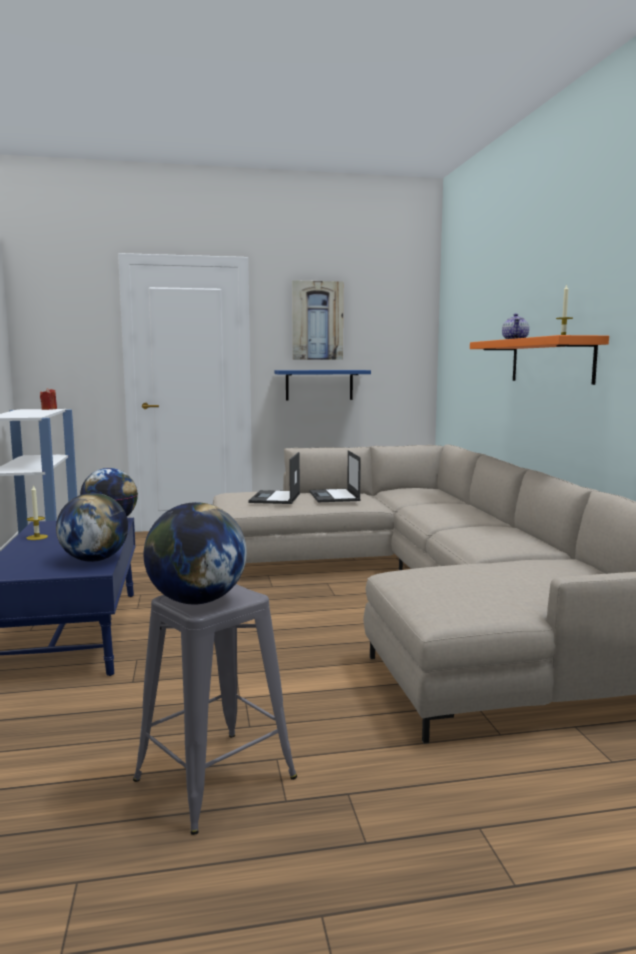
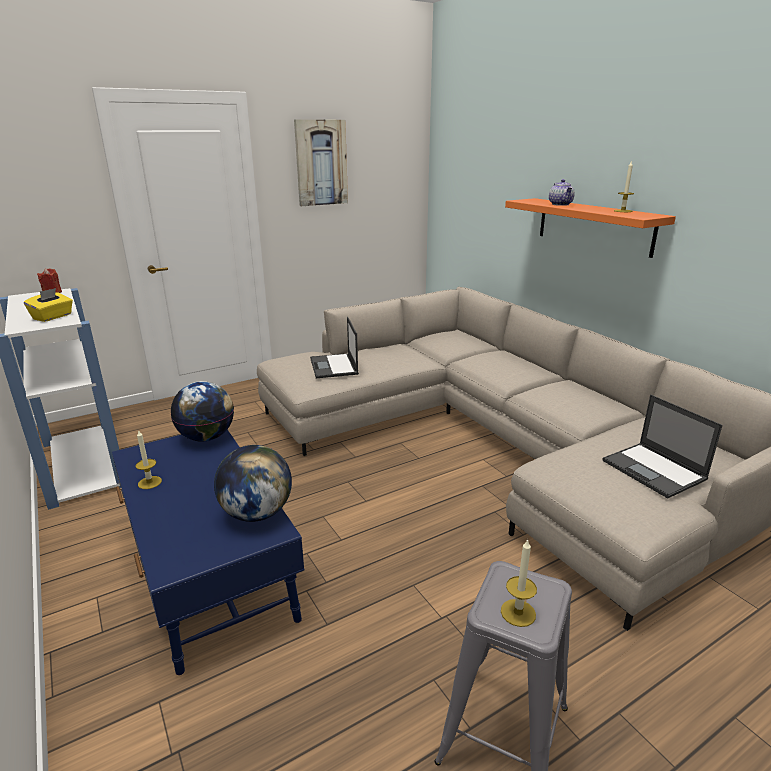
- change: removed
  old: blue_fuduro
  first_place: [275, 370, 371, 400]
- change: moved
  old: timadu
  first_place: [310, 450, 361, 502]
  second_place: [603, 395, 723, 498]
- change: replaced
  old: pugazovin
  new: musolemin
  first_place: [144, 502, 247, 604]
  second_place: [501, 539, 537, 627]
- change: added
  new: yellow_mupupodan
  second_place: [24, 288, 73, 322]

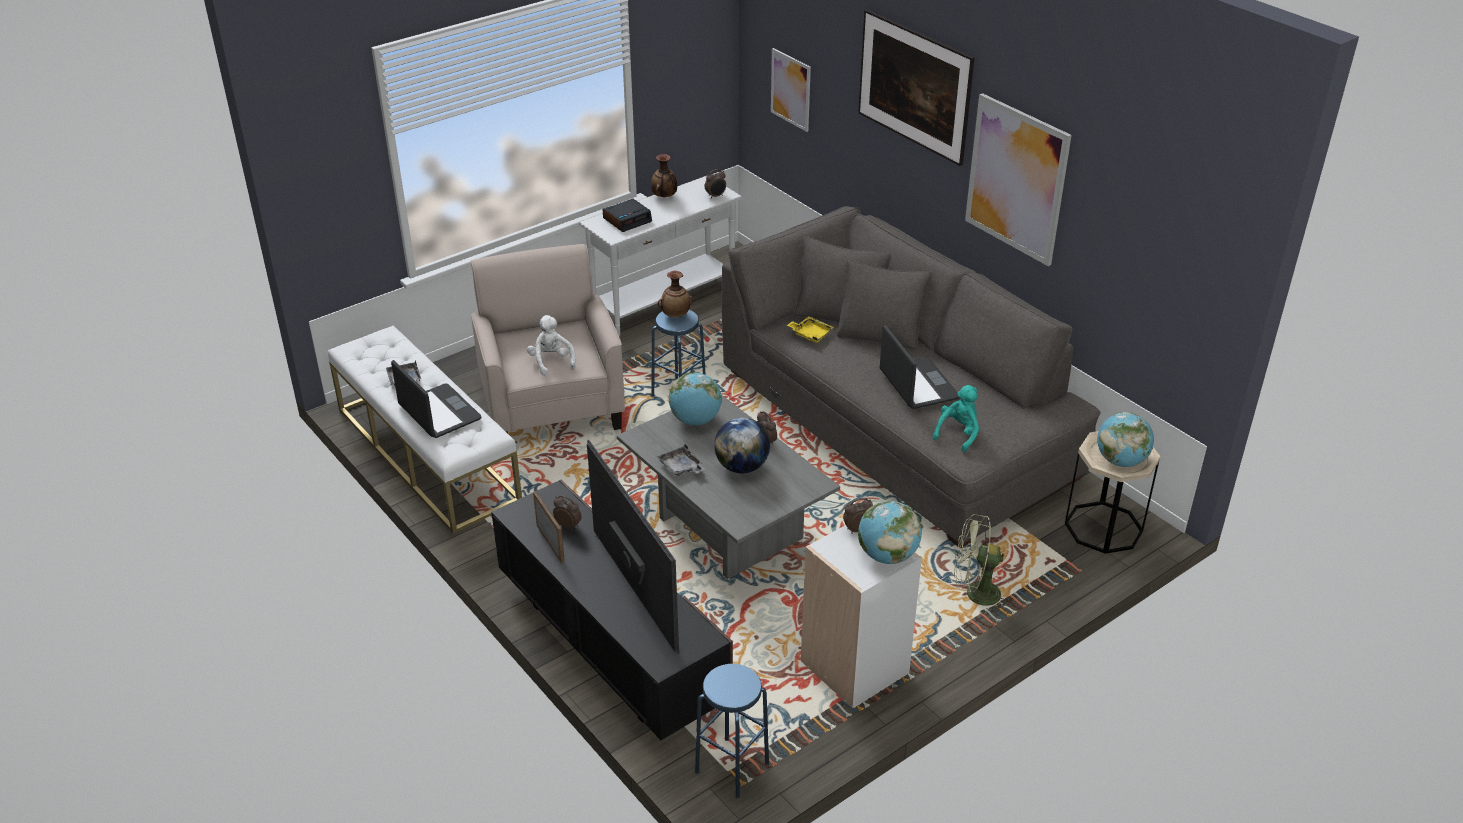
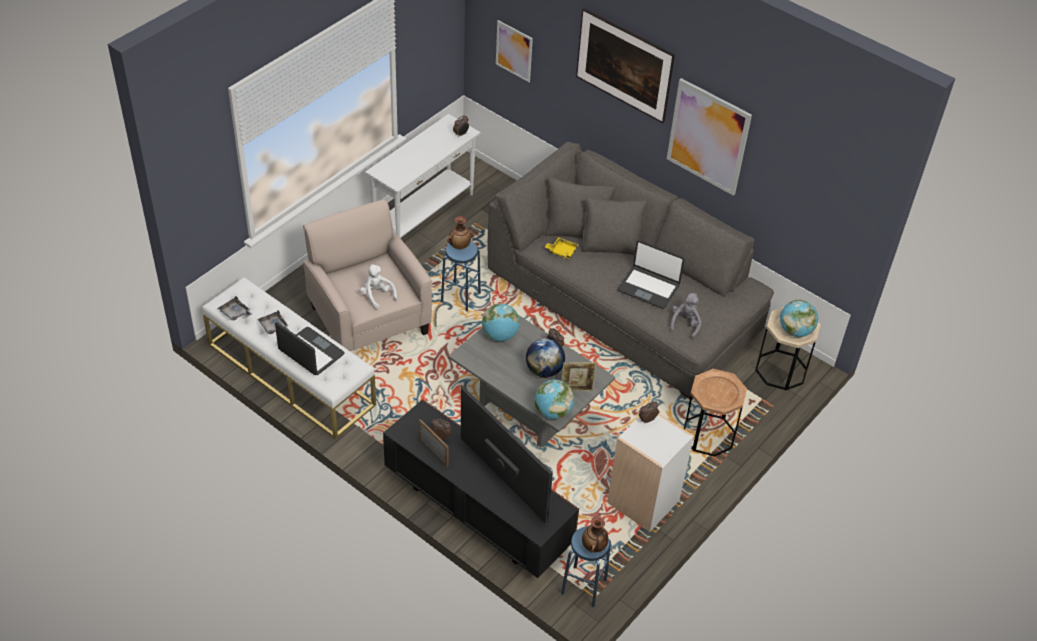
- change: moved
  old: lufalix
  first_place: [651, 154, 677, 197]
  second_place: [582, 516, 608, 552]
- change: removed
  old: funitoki
  first_place: [603, 199, 652, 232]
- change: turned
  old: timadu
  first_place: [880, 325, 959, 409]
  second_place: [618, 240, 684, 309]
  degrees: 150
- change: recoloured
  old: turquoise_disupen
  new: grey_disupen
  first_place: [933, 385, 979, 452]
  second_place: [669, 293, 702, 339]
- change: moved
  old: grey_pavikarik
  first_place: [657, 444, 705, 476]
  second_place: [218, 296, 252, 321]
- change: moved
  old: pugazovin
  first_place: [858, 501, 922, 564]
  second_place: [535, 379, 574, 419]
- change: replaced
  old: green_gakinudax
  new: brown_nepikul
  first_place: [954, 514, 1012, 614]
  second_place: [684, 369, 747, 457]
- change: added
  new: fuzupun
  second_place: [561, 362, 597, 391]

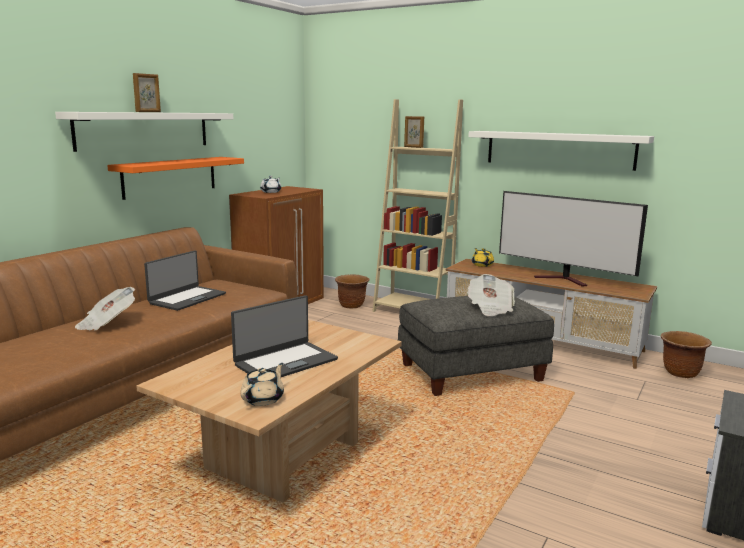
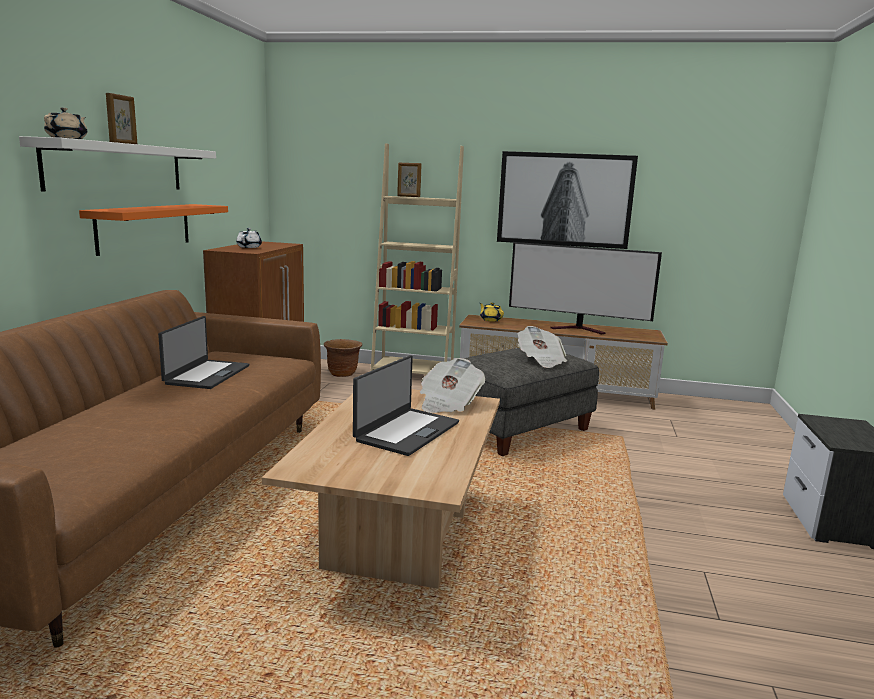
- change: replaced
  old: white_fuduro
  new: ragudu
  first_place: [468, 131, 654, 171]
  second_place: [497, 151, 638, 249]
- change: moved
  old: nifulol
  first_place: [75, 287, 135, 331]
  second_place: [419, 358, 485, 413]
- change: removed
  old: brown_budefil
  first_place: [661, 331, 712, 378]
- change: moved
  old: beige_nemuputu
  first_place: [241, 363, 284, 406]
  second_place: [44, 108, 87, 139]

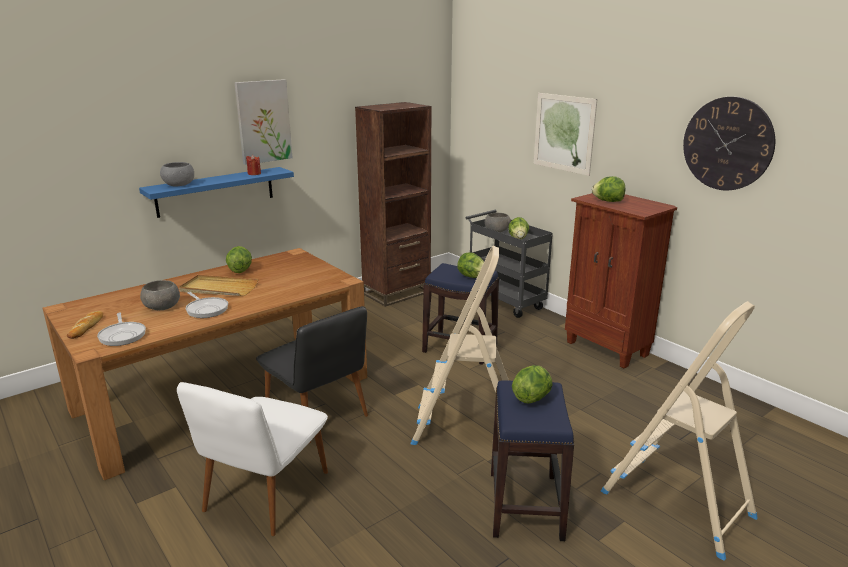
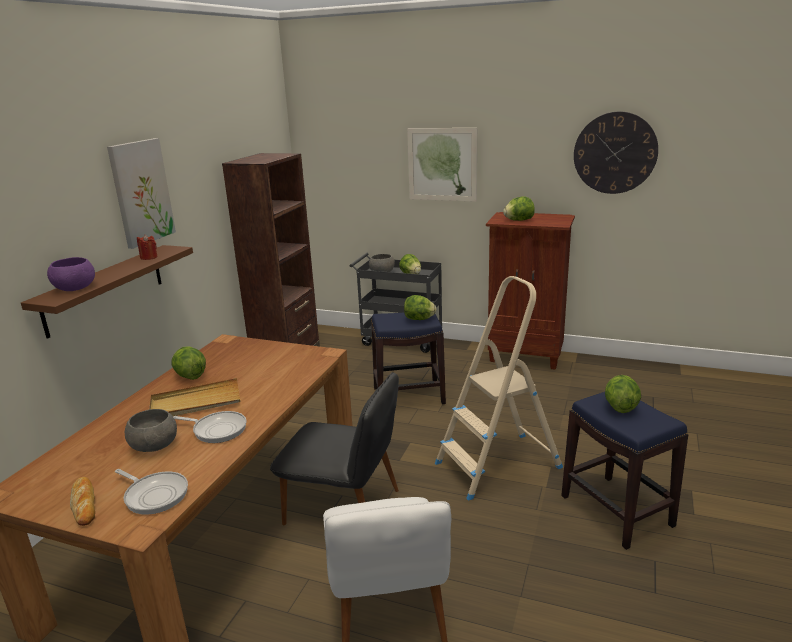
- change: recoloured
  old: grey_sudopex
  new: purple_sudopex
  first_place: [160, 162, 194, 187]
  second_place: [47, 257, 95, 291]
- change: recoloured
  old: blue_fuduro
  new: brown_fuduro
  first_place: [139, 167, 294, 218]
  second_place: [21, 245, 193, 339]
- change: removed
  old: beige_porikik
  first_place: [601, 301, 758, 561]

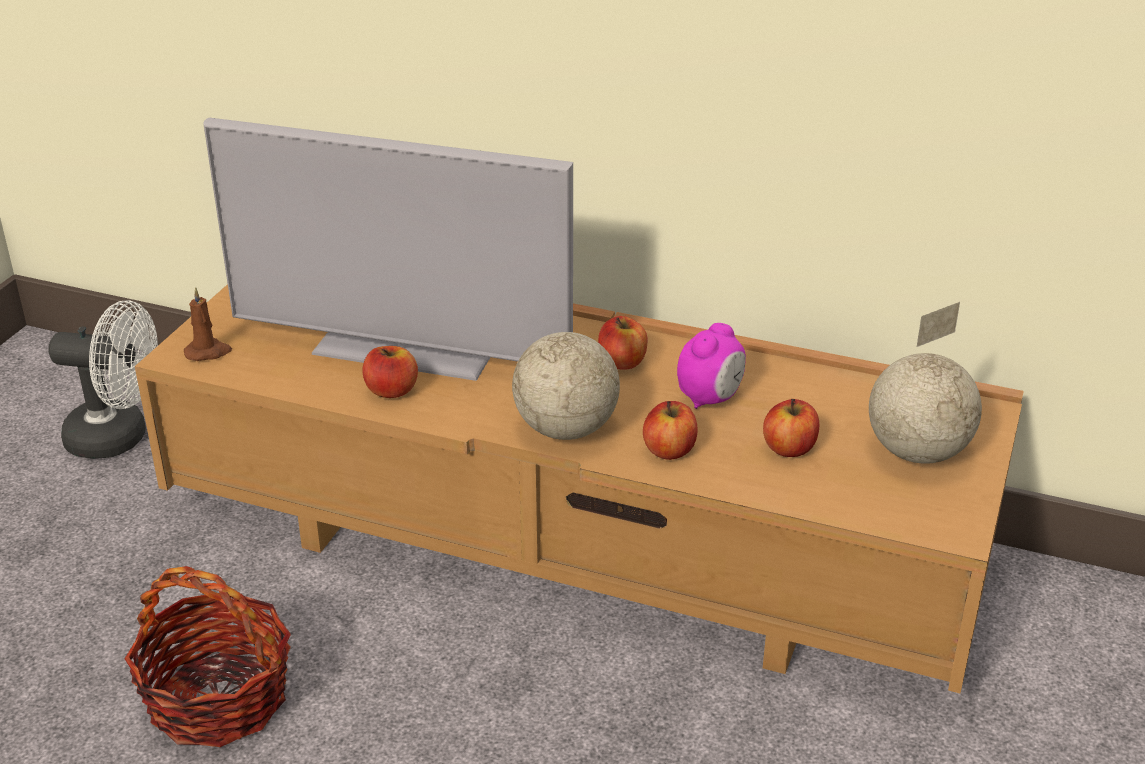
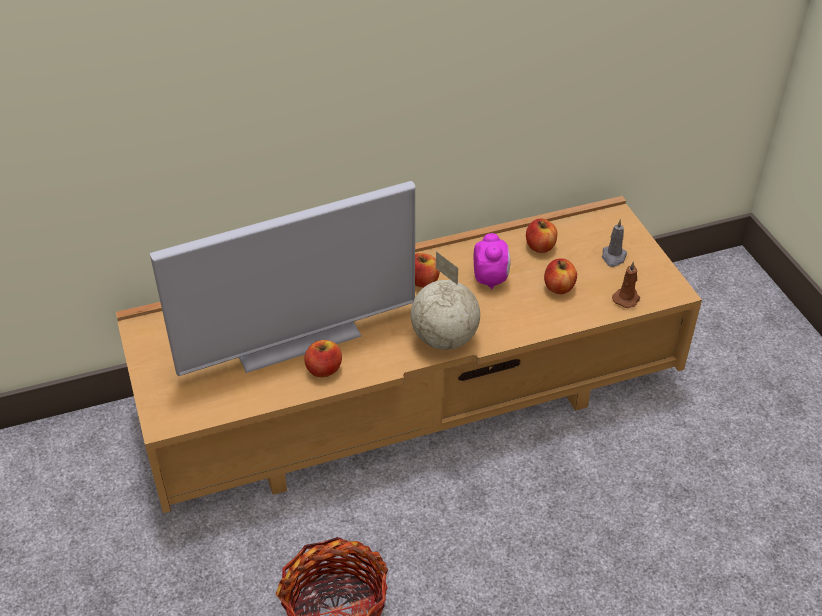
- change: moved
  old: brown_musolemin
  first_place: [184, 287, 232, 361]
  second_place: [612, 261, 640, 308]
- change: removed
  old: white_gakinudax
  first_place: [48, 300, 158, 459]
- change: replaced
  old: pugazovin
  new: grey_musolemin
  first_place: [869, 302, 982, 464]
  second_place: [602, 219, 627, 267]
- change: moved
  old: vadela
  first_place: [643, 401, 698, 460]
  second_place: [526, 218, 557, 253]

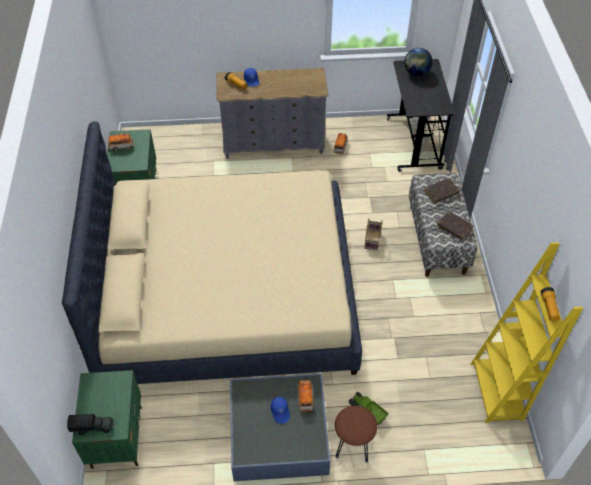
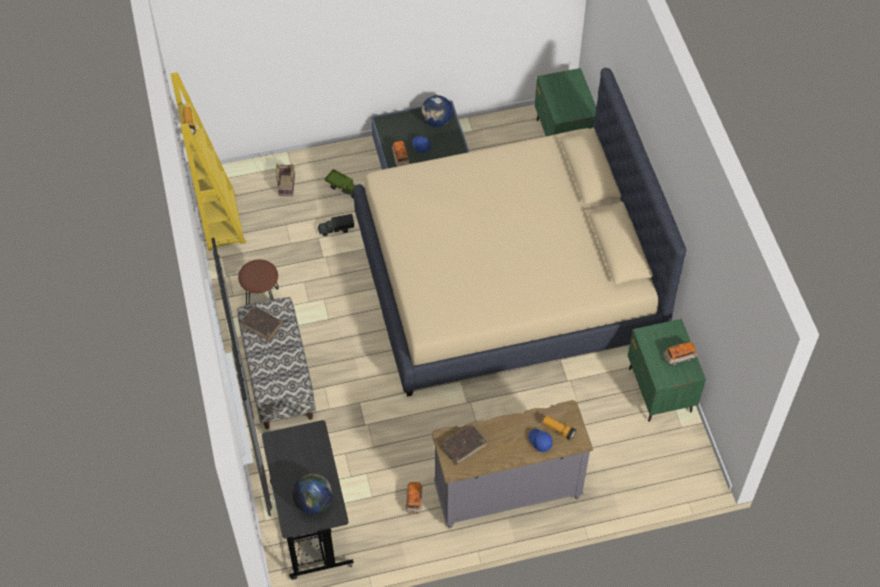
- change: moved
  old: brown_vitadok
  first_place: [424, 178, 460, 203]
  second_place: [441, 424, 487, 465]
- change: moved
  old: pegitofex
  first_place: [365, 219, 383, 250]
  second_place: [276, 163, 295, 196]
- change: moved
  old: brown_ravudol
  first_place: [335, 406, 377, 463]
  second_place: [238, 260, 279, 305]
- change: moved
  old: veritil
  first_place: [67, 414, 114, 435]
  second_place: [318, 214, 354, 236]
- change: added
  new: pugazovin
  second_place: [421, 95, 453, 127]

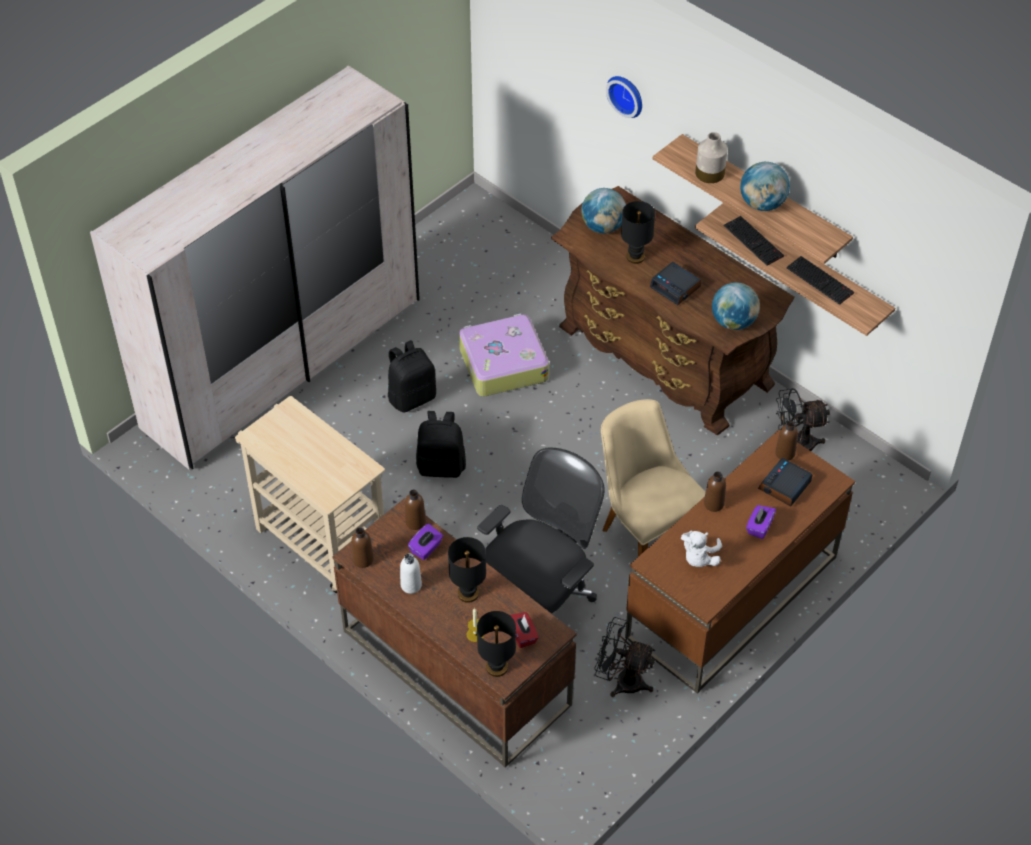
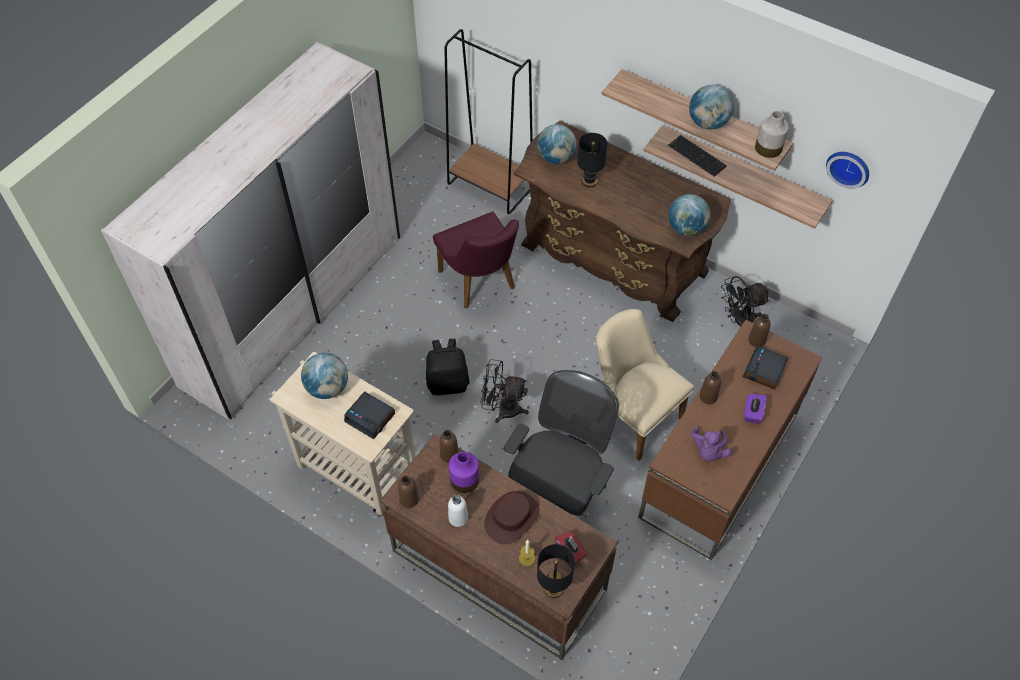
- change: moved
  old: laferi
  first_place: [606, 76, 642, 118]
  second_place: [826, 152, 869, 189]
- change: moved
  old: beige_lufalix
  first_place: [695, 132, 728, 183]
  second_place: [755, 111, 789, 158]
- change: removed
  old: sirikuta
  first_place: [786, 256, 854, 305]
- change: moved
  old: funitoki
  first_place: [650, 262, 701, 305]
  second_place: [344, 391, 395, 439]
- change: replaced
  old: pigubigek
  new: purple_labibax
  first_place: [459, 314, 549, 397]
  second_place: [433, 212, 519, 309]
- change: removed
  old: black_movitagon
  first_place: [388, 340, 436, 412]
- change: replaced
  old: purple_mupupodan
  new: purple_lufalix
  first_place: [408, 524, 443, 560]
  second_place: [449, 452, 479, 493]
- change: recoloured
  old: white_disupen
  new: purple_disupen
  first_place: [681, 530, 722, 567]
  second_place: [691, 426, 731, 461]
- change: replaced
  old: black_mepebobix
  new: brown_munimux
  first_place: [448, 537, 486, 603]
  second_place: [484, 491, 540, 544]
- change: moved
  old: black_gakinudax
  first_place: [594, 617, 655, 697]
  second_place: [480, 359, 529, 423]
- change: added
  new: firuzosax
  second_place: [444, 29, 533, 214]
- change: added
  new: pugazovin
  second_place: [301, 353, 348, 399]

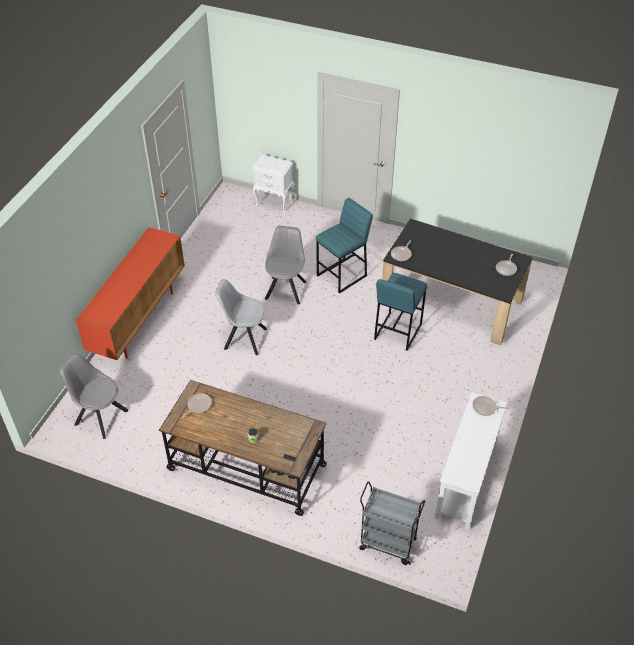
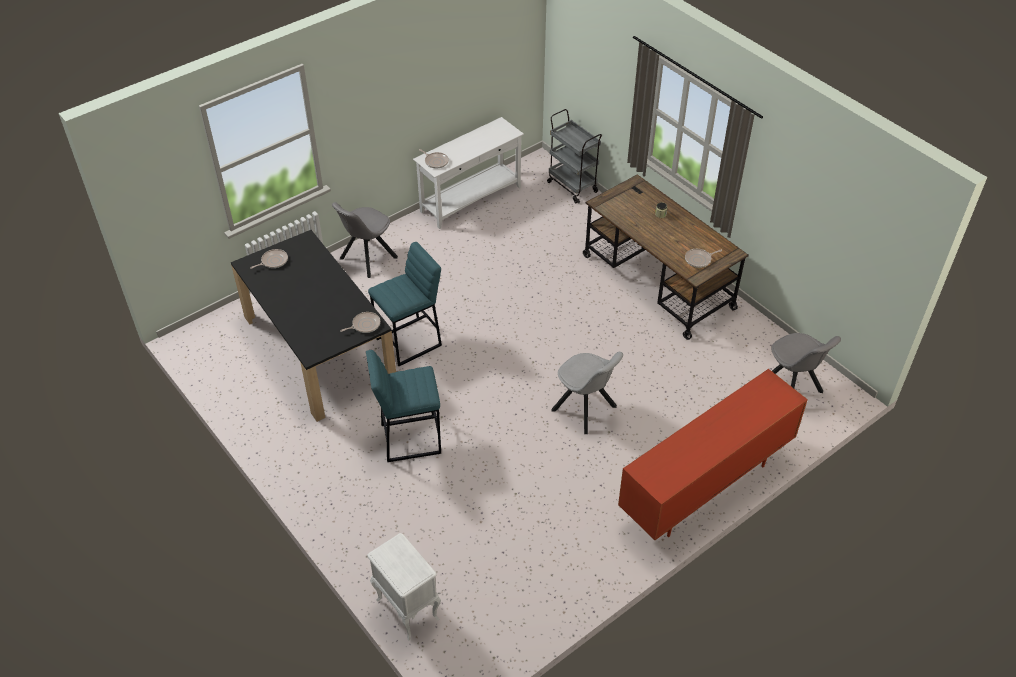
- change: moved
  old: grey_labibax
  first_place: [265, 226, 307, 305]
  second_place: [332, 202, 398, 278]

